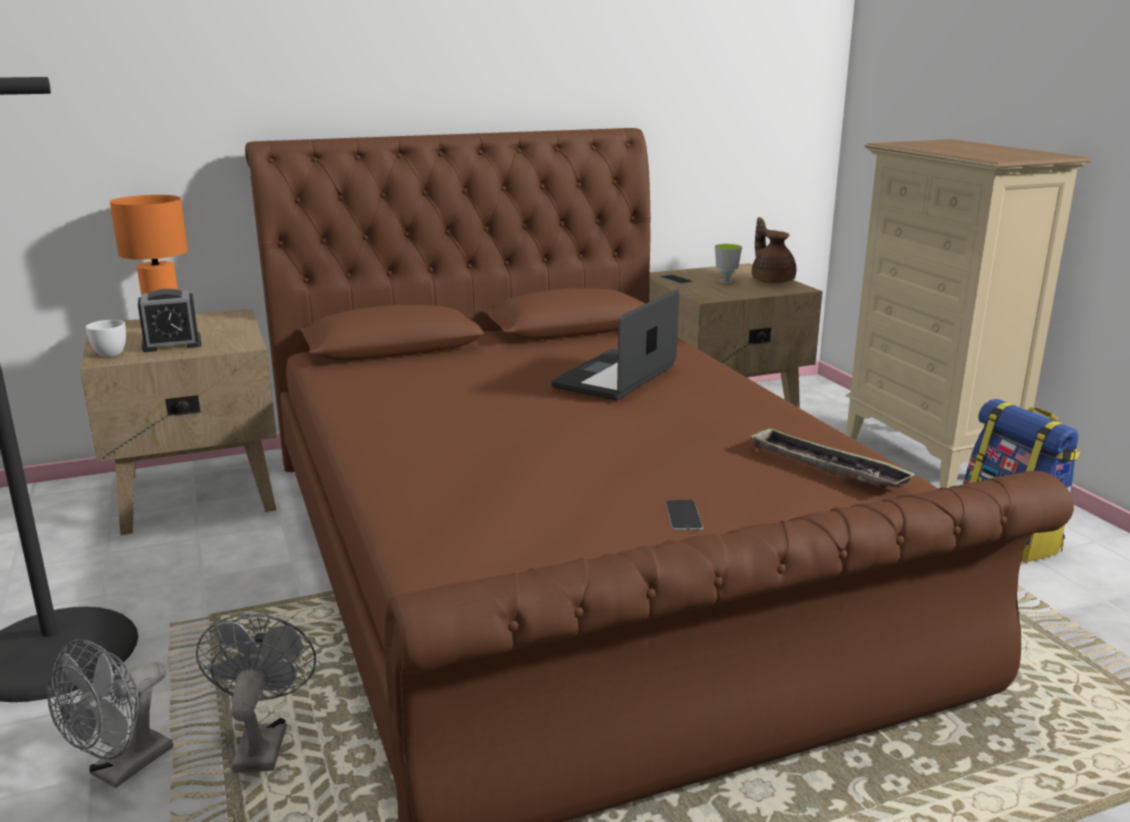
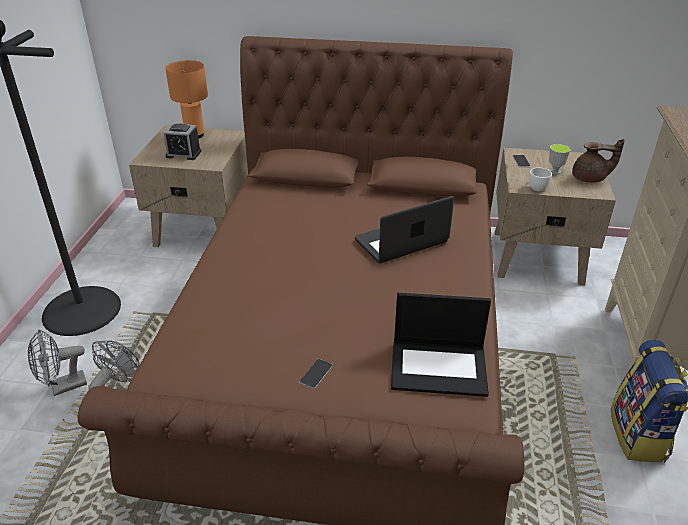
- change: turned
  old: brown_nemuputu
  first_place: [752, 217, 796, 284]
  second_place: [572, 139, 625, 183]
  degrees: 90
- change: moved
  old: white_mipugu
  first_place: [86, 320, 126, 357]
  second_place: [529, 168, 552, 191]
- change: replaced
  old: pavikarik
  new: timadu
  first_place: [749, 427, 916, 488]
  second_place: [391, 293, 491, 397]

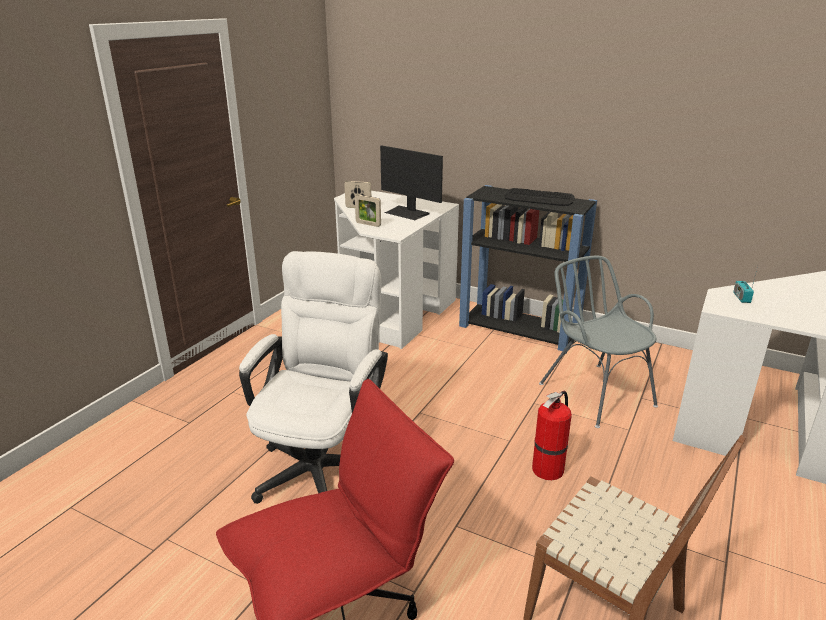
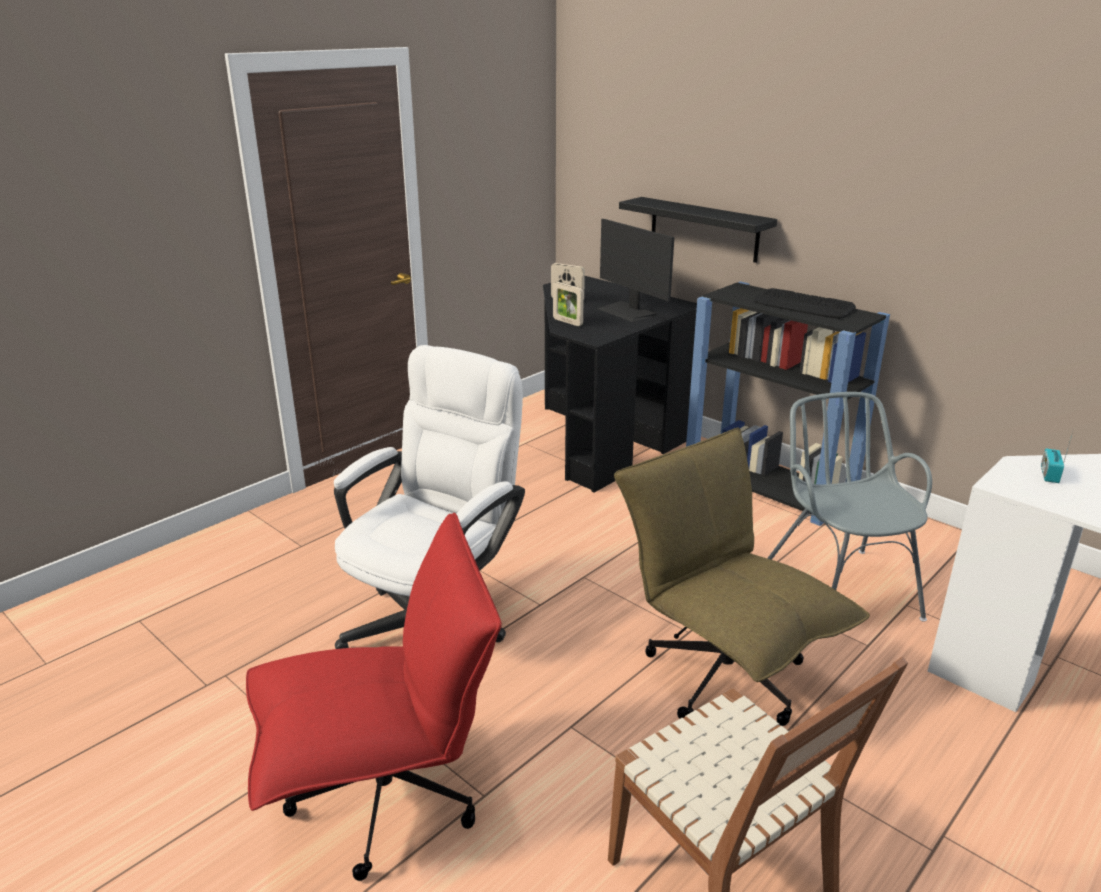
- change: recoloured
  old: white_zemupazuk
  new: black_zemupazuk
  first_place: [334, 191, 459, 349]
  second_place: [543, 276, 697, 493]
- change: replaced
  old: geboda
  new: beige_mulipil
  first_place: [532, 390, 572, 480]
  second_place: [614, 428, 870, 726]
- change: added
  new: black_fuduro
  second_place: [619, 197, 777, 263]

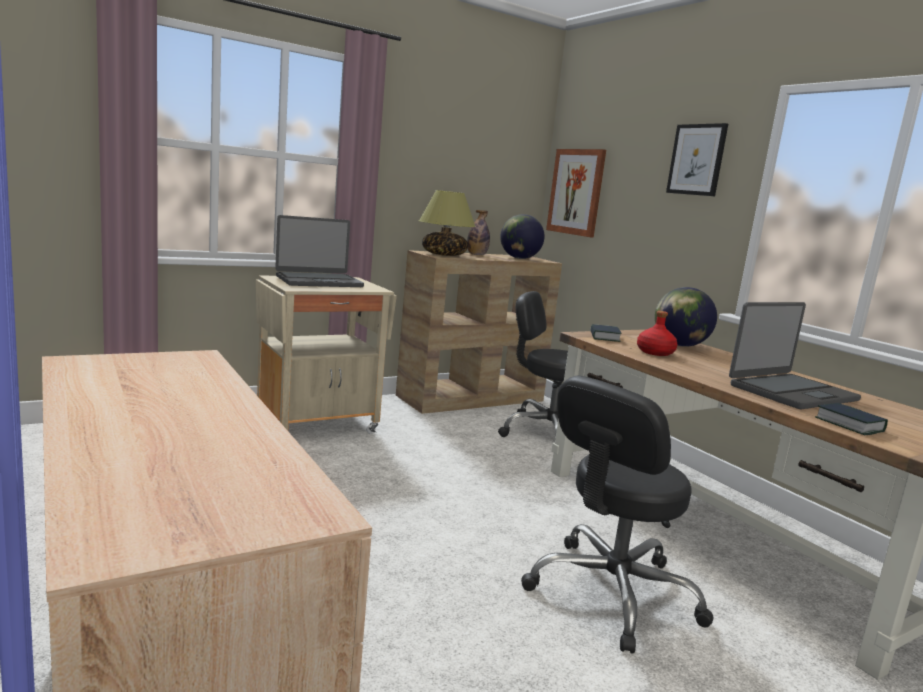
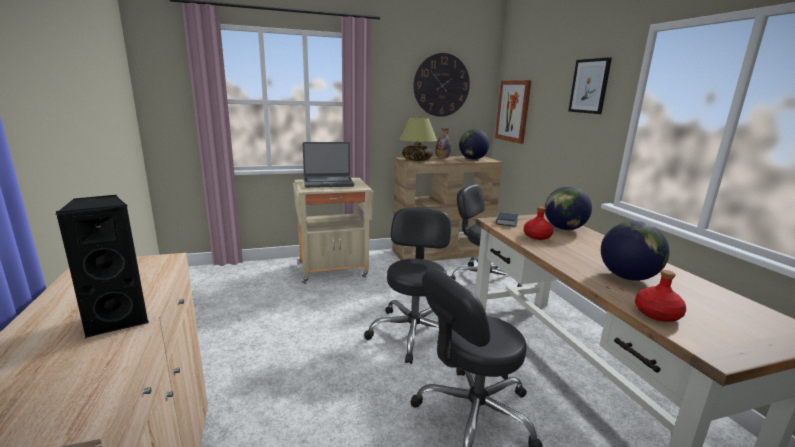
- change: replaced
  old: timadu
  new: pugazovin
  first_place: [729, 302, 861, 409]
  second_place: [601, 221, 669, 281]
- change: replaced
  old: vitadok
  new: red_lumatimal
  first_place: [815, 403, 888, 435]
  second_place: [635, 270, 686, 322]
- change: added
  new: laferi
  second_place: [413, 53, 470, 117]
- change: added
  new: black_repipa
  second_place: [55, 195, 149, 338]
- change: added
  new: black_mulipil
  second_place: [364, 208, 451, 364]

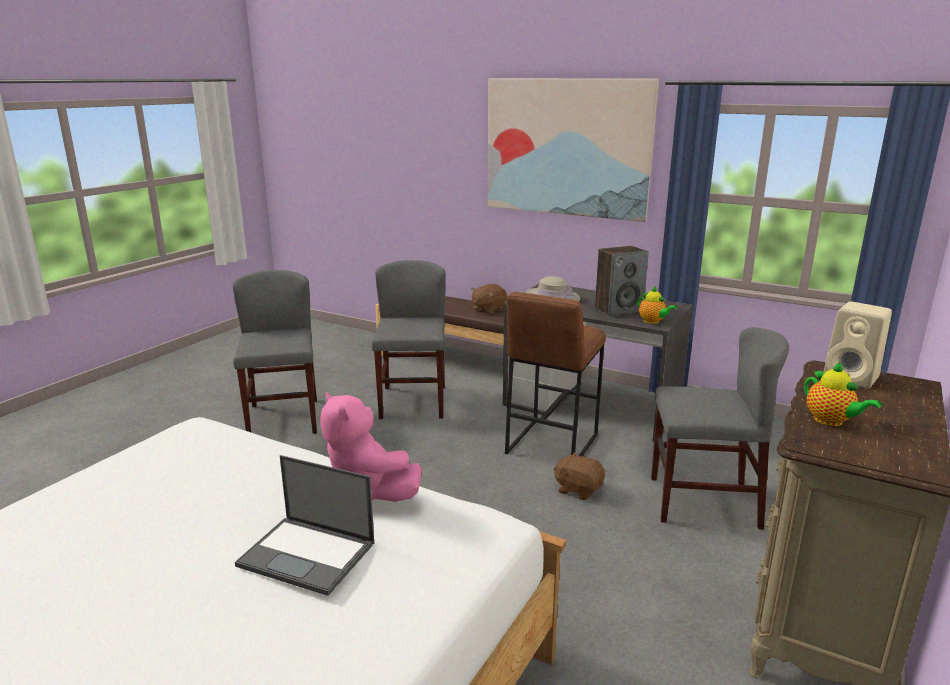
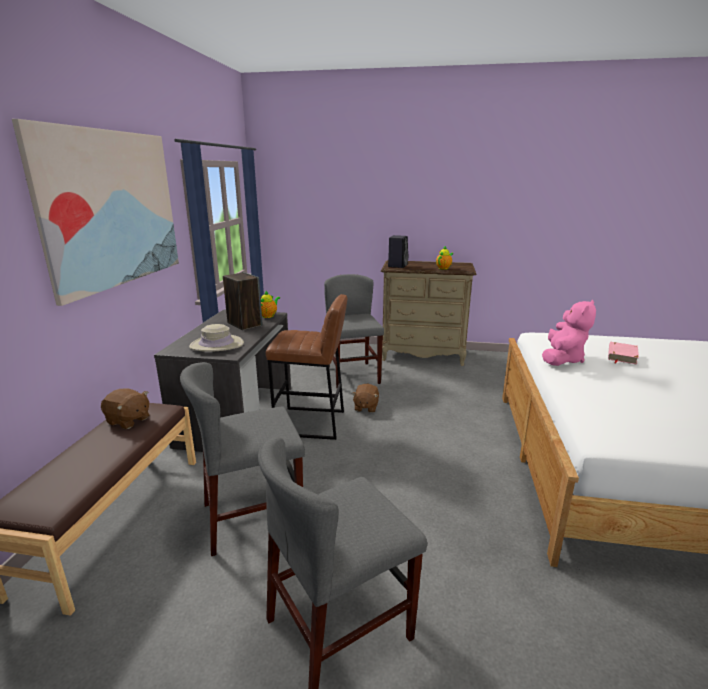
- change: recoloured
  old: beige_repipa
  new: black_repipa
  first_place: [824, 302, 892, 389]
  second_place: [388, 235, 408, 268]
- change: replaced
  old: timadu
  new: pink_vitadok
  first_place: [235, 455, 374, 596]
  second_place: [608, 342, 639, 365]

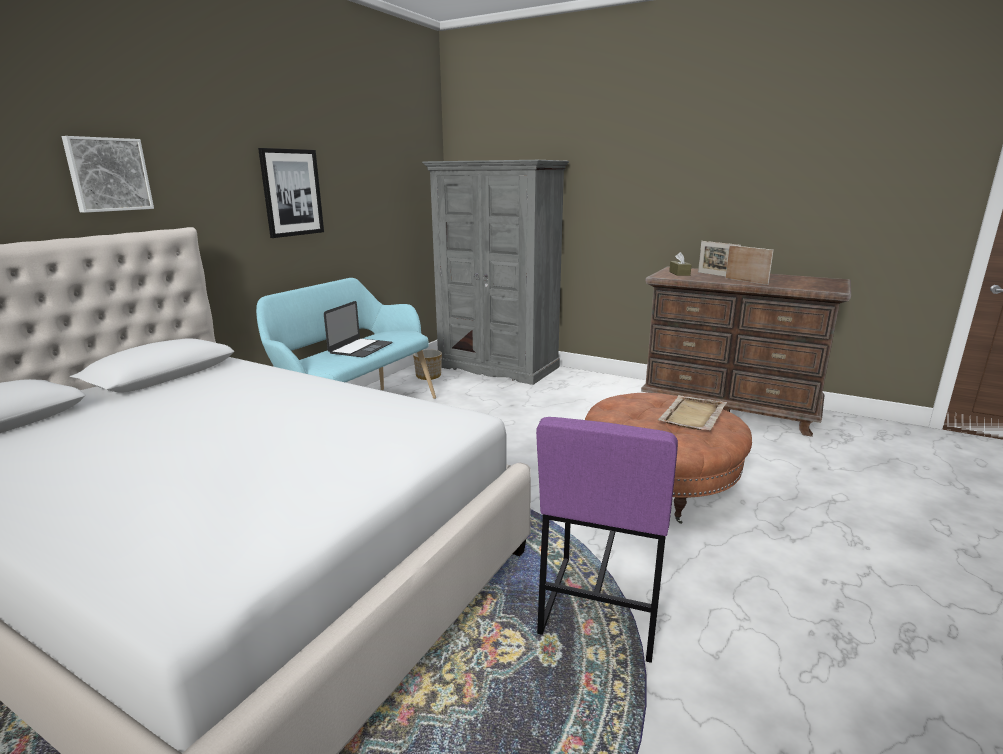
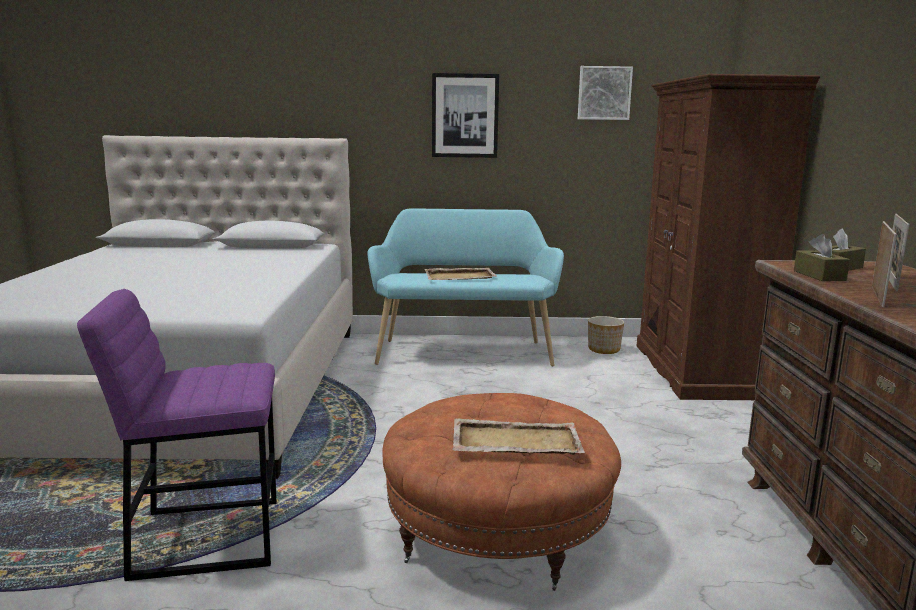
- change: moved
  old: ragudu
  first_place: [62, 136, 154, 213]
  second_place: [578, 66, 633, 120]
- change: recoloured
  old: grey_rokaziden
  new: brown_rokaziden
  first_place: [422, 160, 569, 385]
  second_place: [637, 74, 820, 400]
- change: replaced
  old: timadu
  new: beige_pavikarik
  first_place: [324, 301, 392, 357]
  second_place: [424, 268, 496, 280]
- change: added
  new: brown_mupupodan
  second_place: [794, 234, 850, 281]

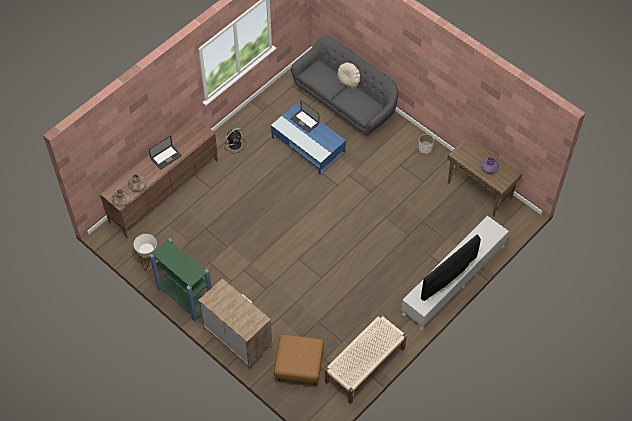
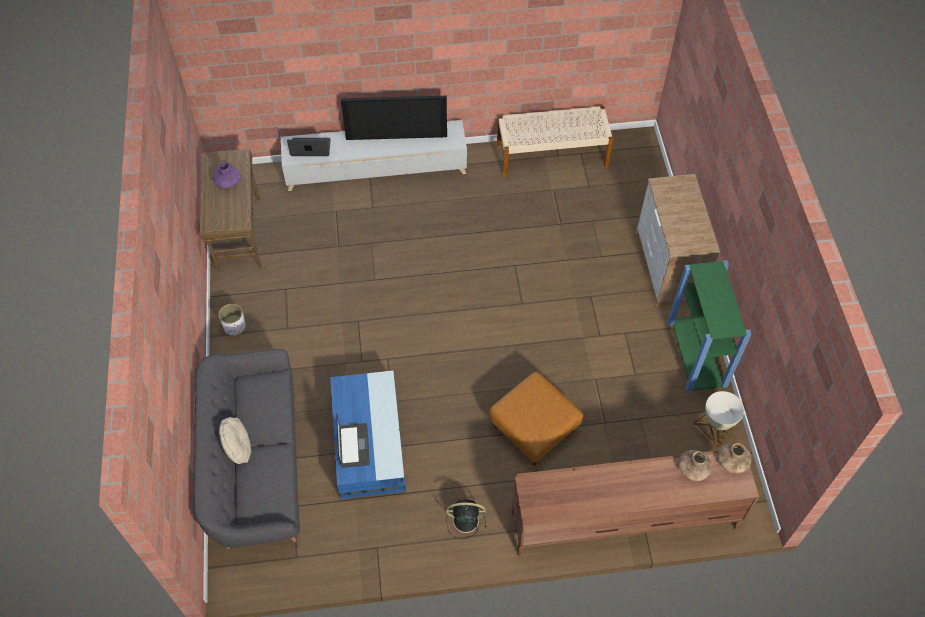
- change: moved
  old: timadu
  first_place: [149, 136, 182, 170]
  second_place: [287, 138, 331, 156]
- change: moved
  old: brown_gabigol
  first_place: [274, 334, 324, 386]
  second_place: [489, 372, 583, 465]

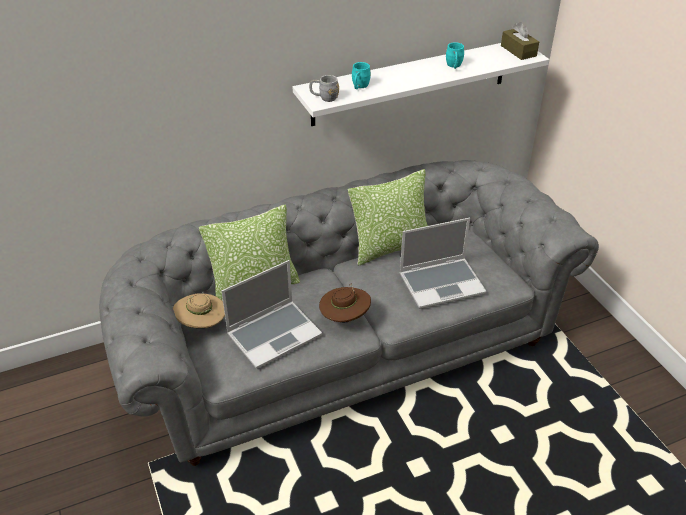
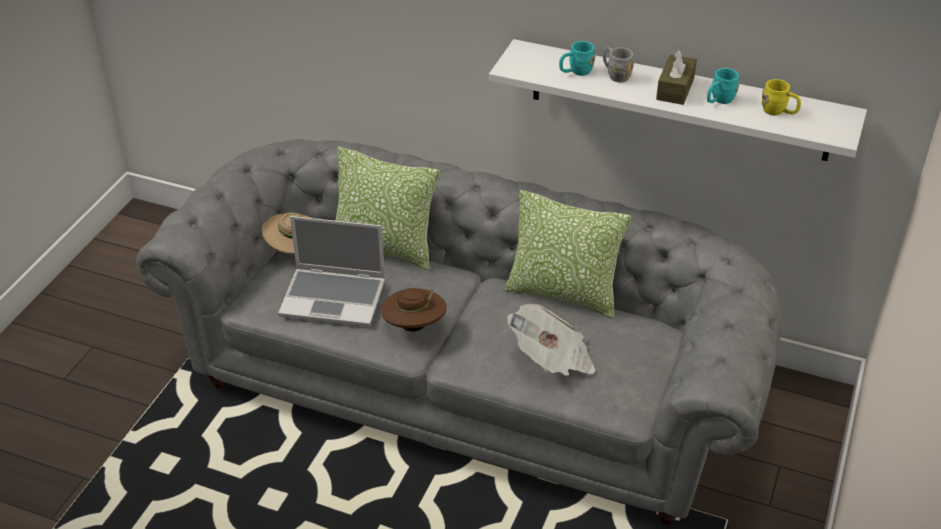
- change: moved
  old: brown_mupupodan
  first_place: [501, 22, 539, 60]
  second_place: [656, 49, 697, 105]
- change: moved
  old: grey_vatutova
  first_place: [309, 75, 339, 102]
  second_place: [603, 47, 634, 83]
- change: replaced
  old: timadu
  new: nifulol
  first_place: [399, 218, 487, 309]
  second_place: [507, 304, 596, 376]
- change: added
  new: yellow_vatutova
  second_place: [762, 79, 801, 115]

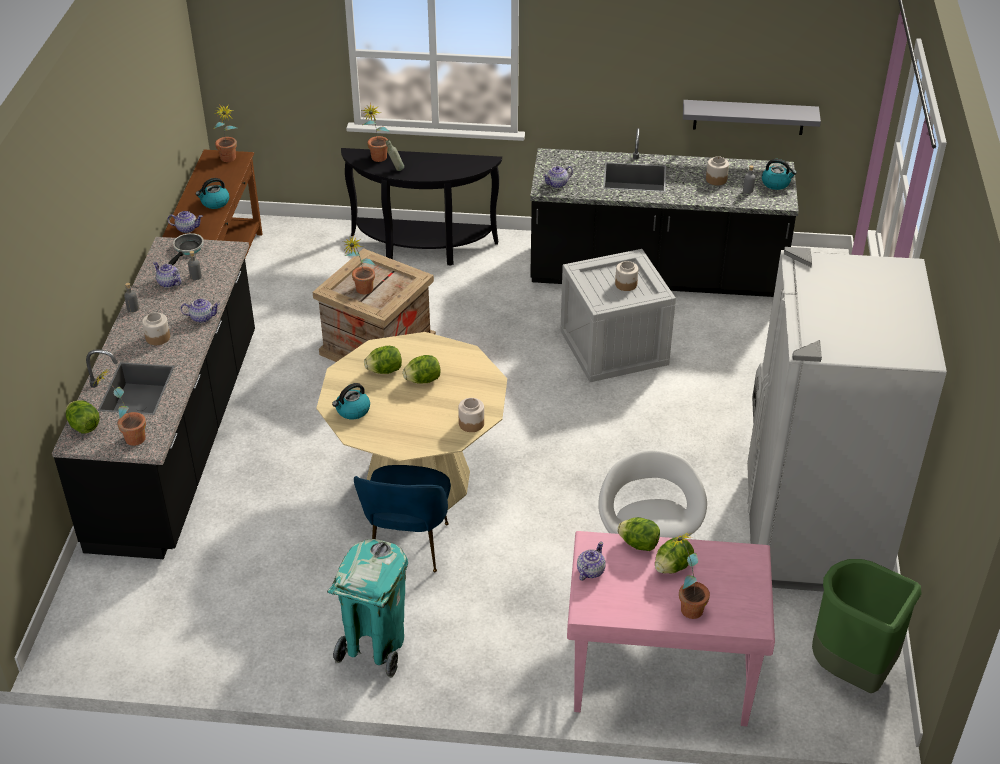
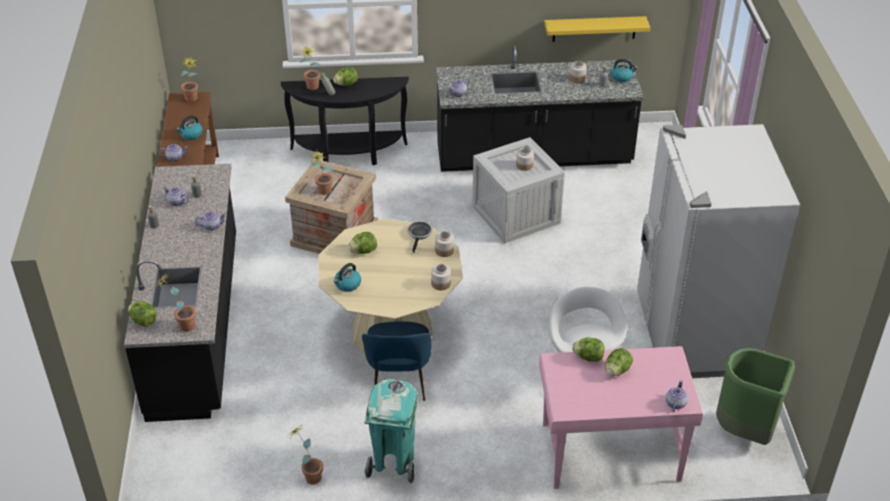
- change: recoloured
  old: grey_fuduro
  new: yellow_fuduro
  first_place: [683, 100, 821, 135]
  second_place: [544, 16, 650, 42]
- change: moved
  old: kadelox
  first_place: [168, 233, 204, 265]
  second_place: [407, 221, 432, 253]
- change: moved
  old: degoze
  first_place: [142, 312, 170, 345]
  second_place: [435, 231, 454, 257]
- change: moved
  old: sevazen
  first_place: [402, 355, 440, 384]
  second_place: [333, 67, 358, 86]
- change: moved
  old: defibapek
  first_place: [669, 533, 710, 619]
  second_place: [289, 425, 323, 484]
- change: moved
  old: nemuputu
  first_place: [577, 542, 606, 581]
  second_place: [666, 380, 688, 412]

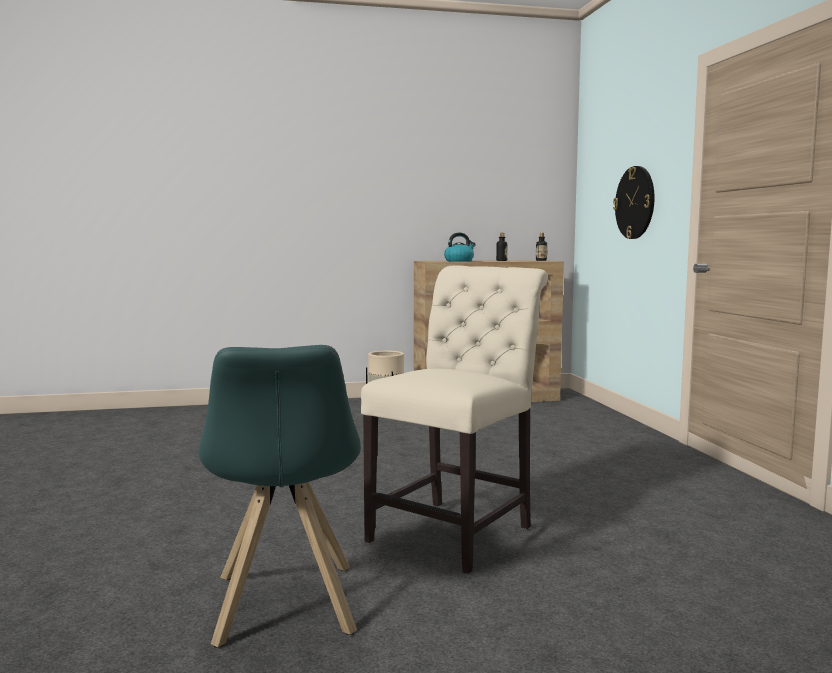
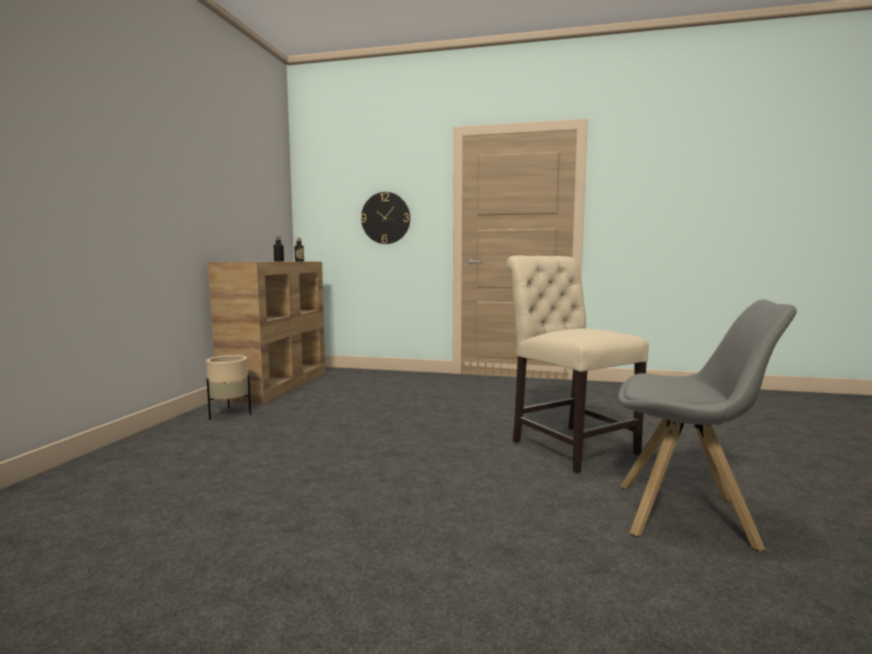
- change: removed
  old: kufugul
  first_place: [444, 233, 476, 262]
- change: recoloured
  old: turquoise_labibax
  new: grey_labibax
  first_place: [199, 345, 361, 648]
  second_place: [618, 300, 797, 551]

